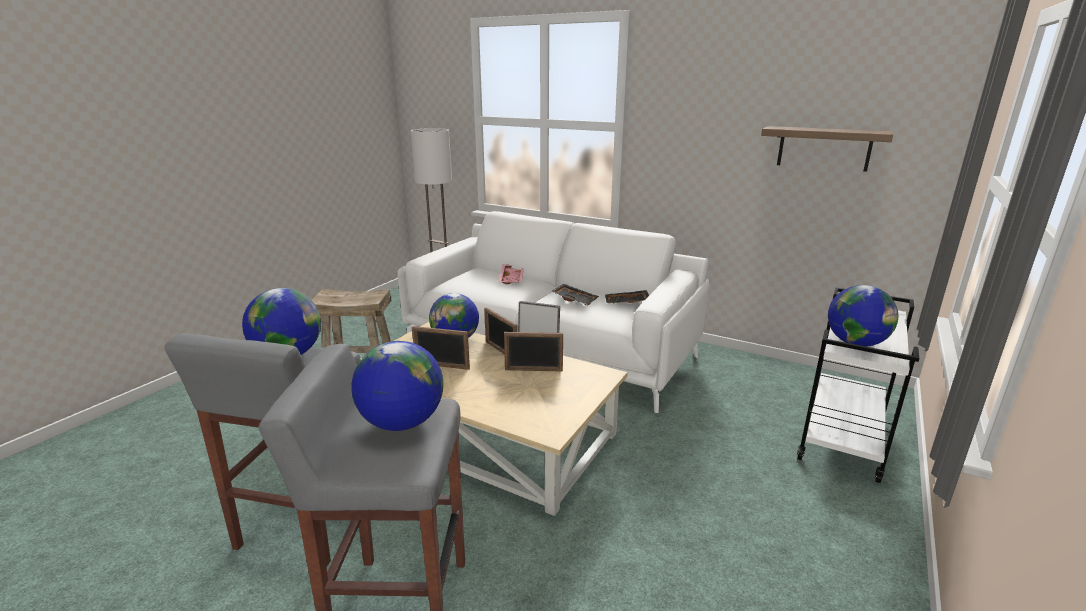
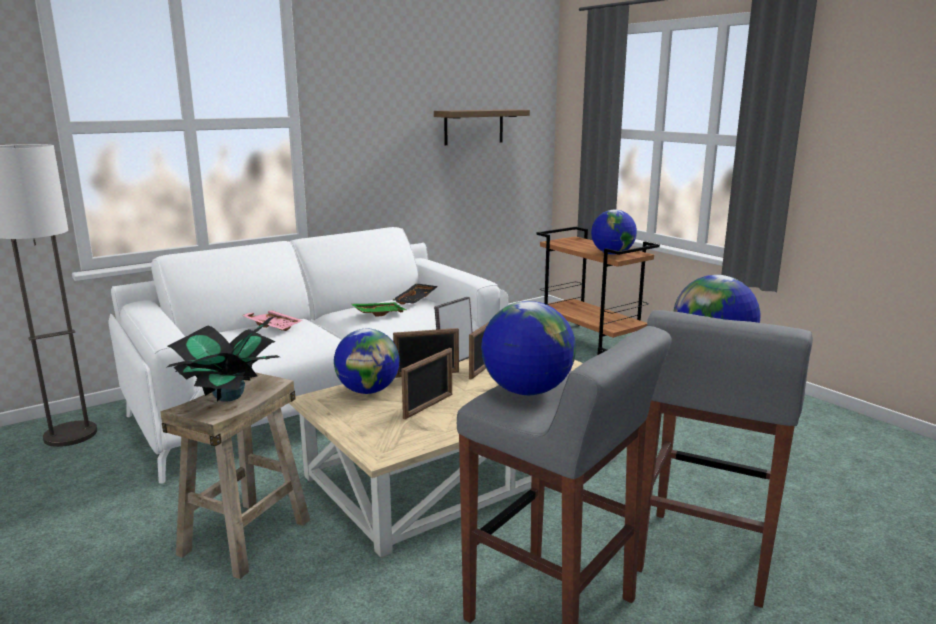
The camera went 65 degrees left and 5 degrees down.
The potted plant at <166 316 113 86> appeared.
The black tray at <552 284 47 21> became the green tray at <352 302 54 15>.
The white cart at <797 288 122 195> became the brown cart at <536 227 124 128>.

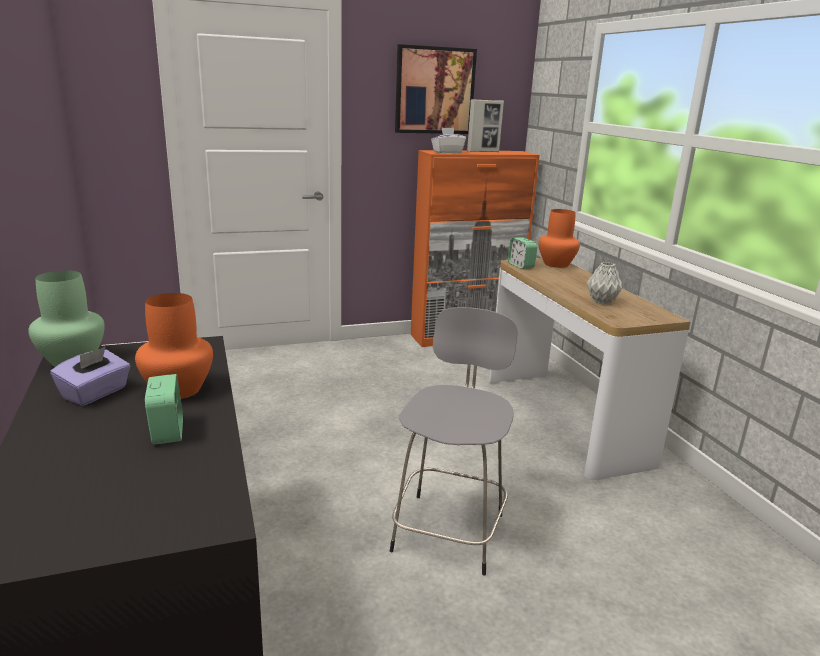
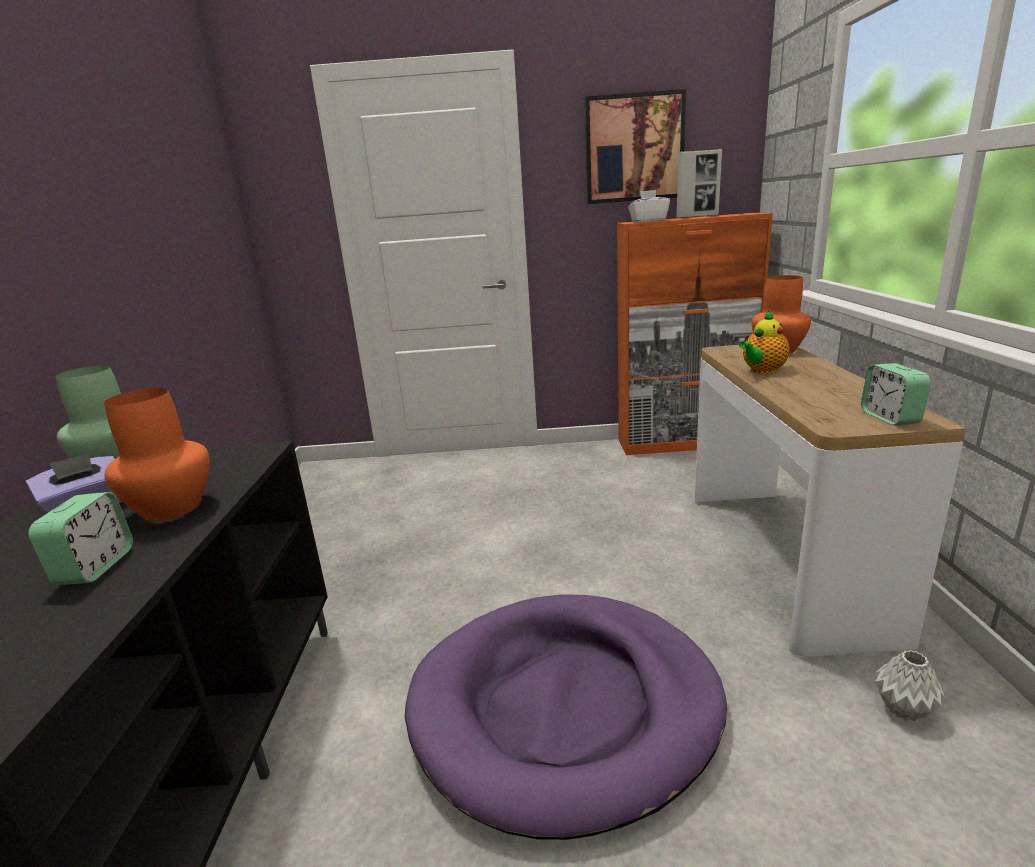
The camera went 20 degrees right and 0 degrees up.
The grey stool at <390 307 128 269> was replaced by the purple dog bed at <405 594 322 246>.
The teapot at <739 310 51 64> appeared.
The alarm clock moved from <508 238 29 31> to <861 363 70 63>.
The grey vase moved from <587 262 36 42> to <875 650 70 71>.

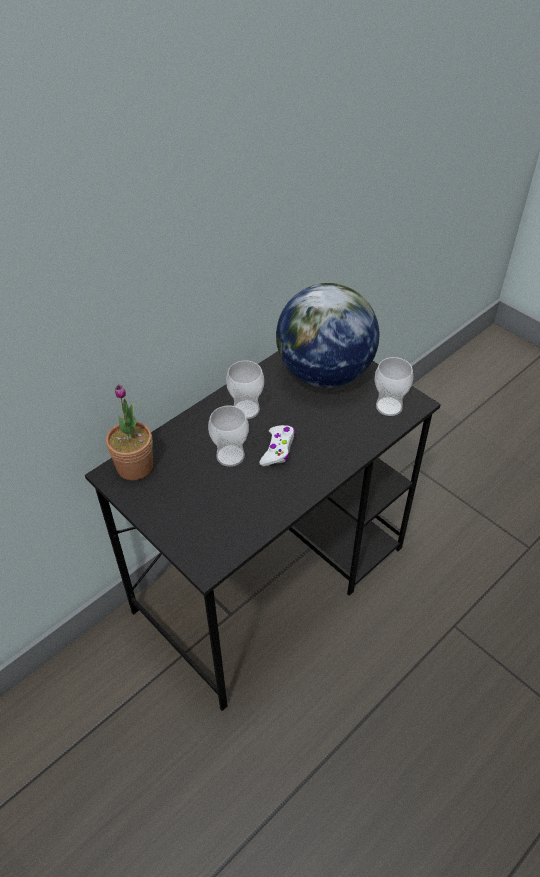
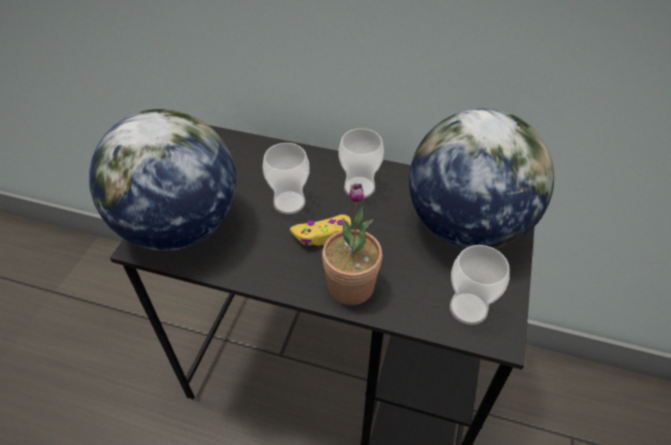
The camera went 60 degrees right and 0 degrees up.
The globe at <89 109 148 142> appeared.
The white game controller at <260 425 35 41> became the yellow game controller at <290 214 61 32>.
The potted plant moved from <106 384 47 96> to <322 183 60 122>.

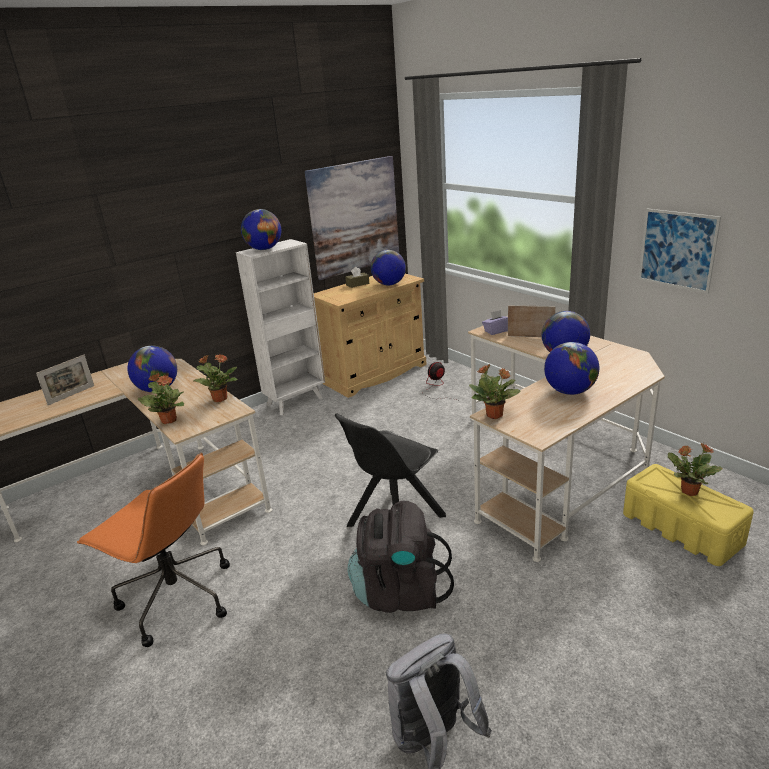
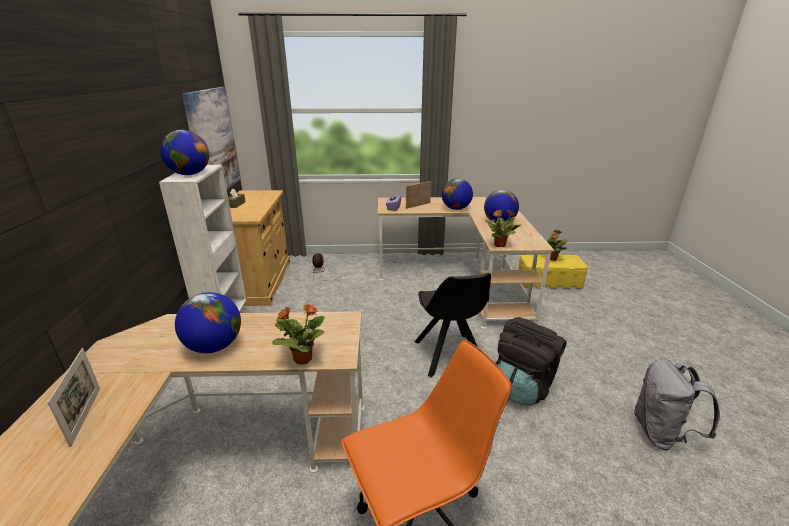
The camera went 55 degrees left and 0 degrees up.
The potted plant at <193 354 44 48> disappeared.
The globe at <371 250 35 35> disappeared.
The picture at <638 208 83 86> disappeared.

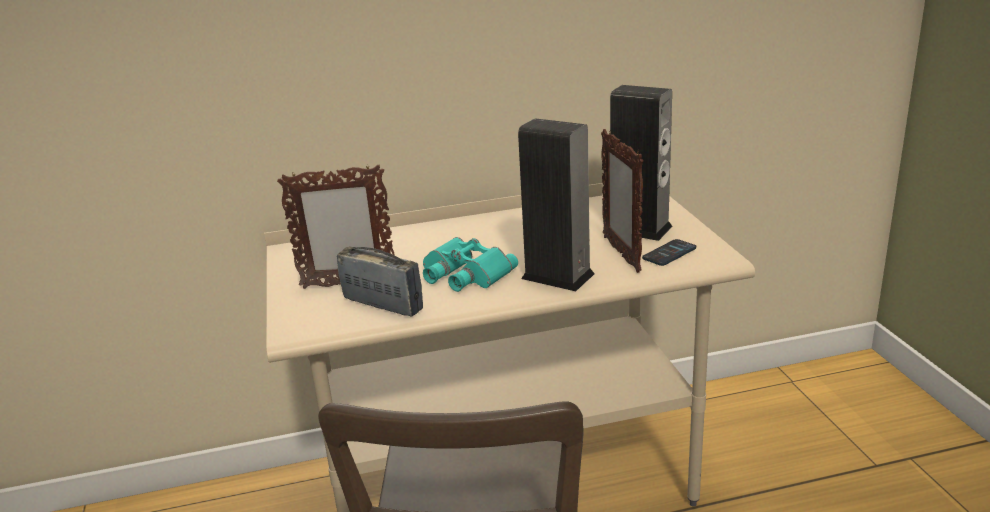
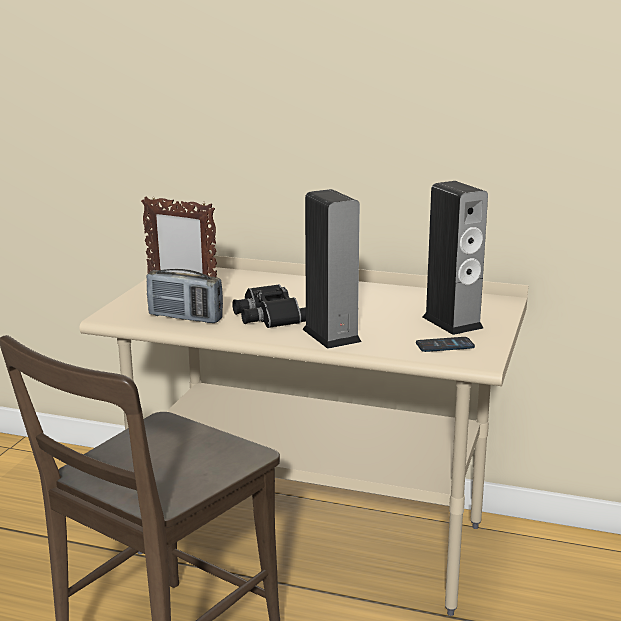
The camera went 30 degrees right and 5 degrees down.
The radio at <337 246 86 71> turned 135 degrees clockwise.
The turquoise binoculars at <423 237 95 55> became the black binoculars at <232 284 74 44>.
The picture frame at <601 129 42 144> disappeared.

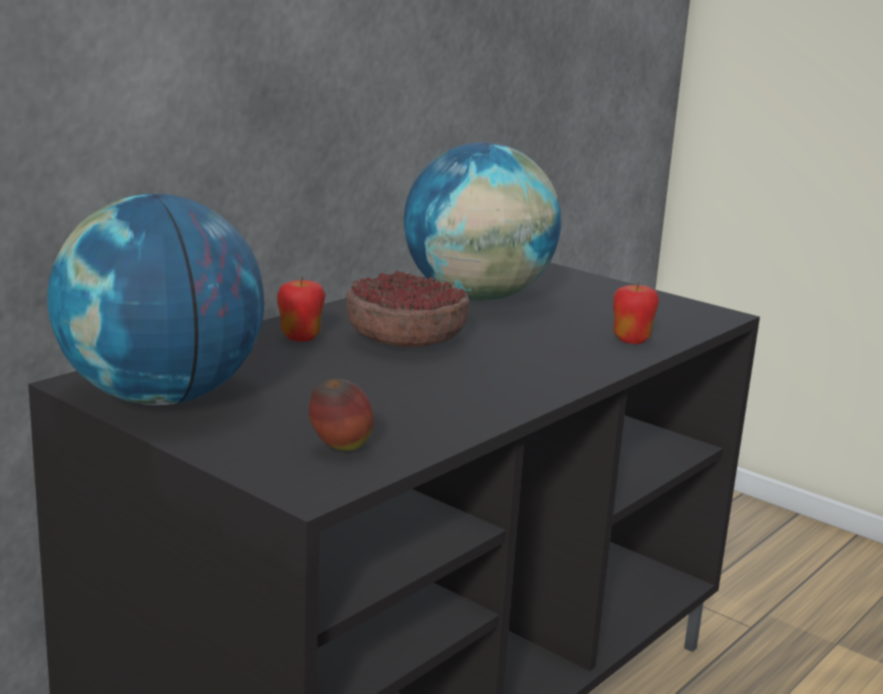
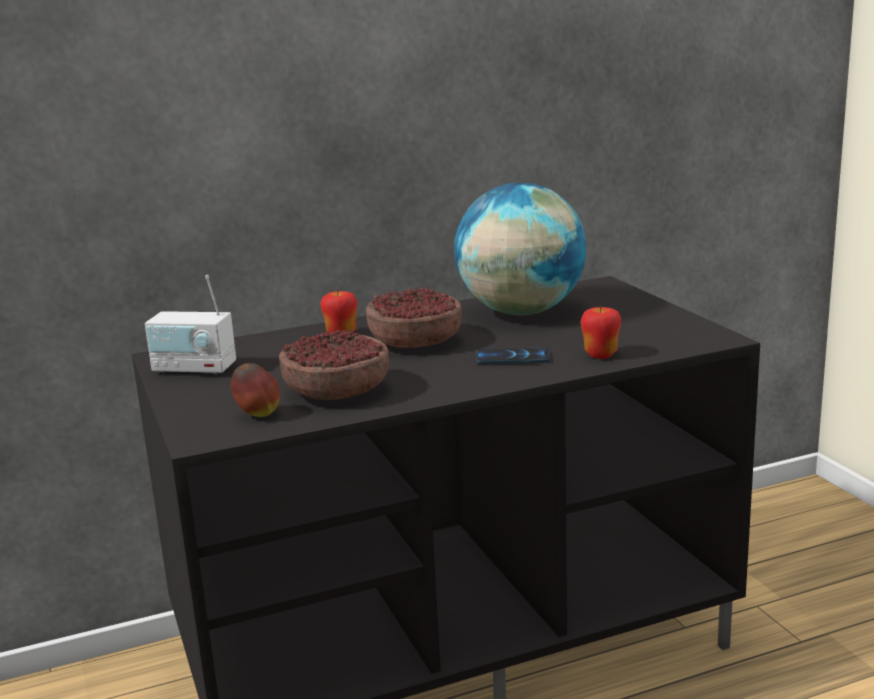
The camera went 30 degrees right and 0 degrees up.
The globe at <47 194 217 211> was replaced by the radio at <145 275 91 101>.
The bowl at <279 330 110 70> appeared.
The phone at <476 347 74 17> appeared.

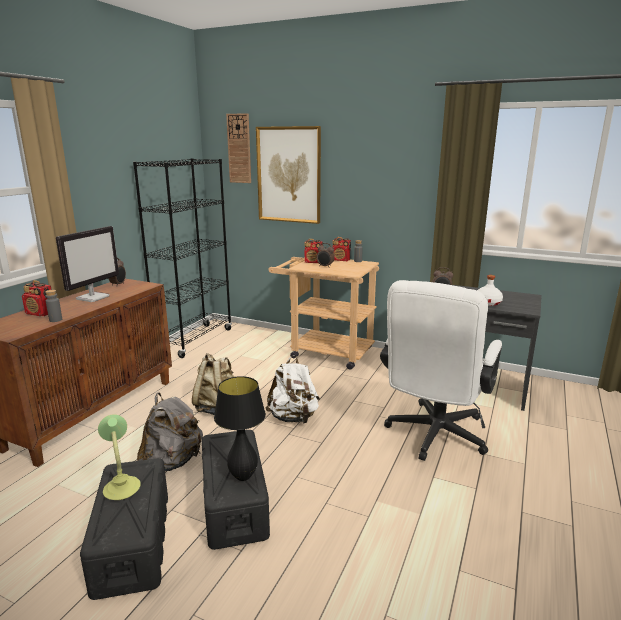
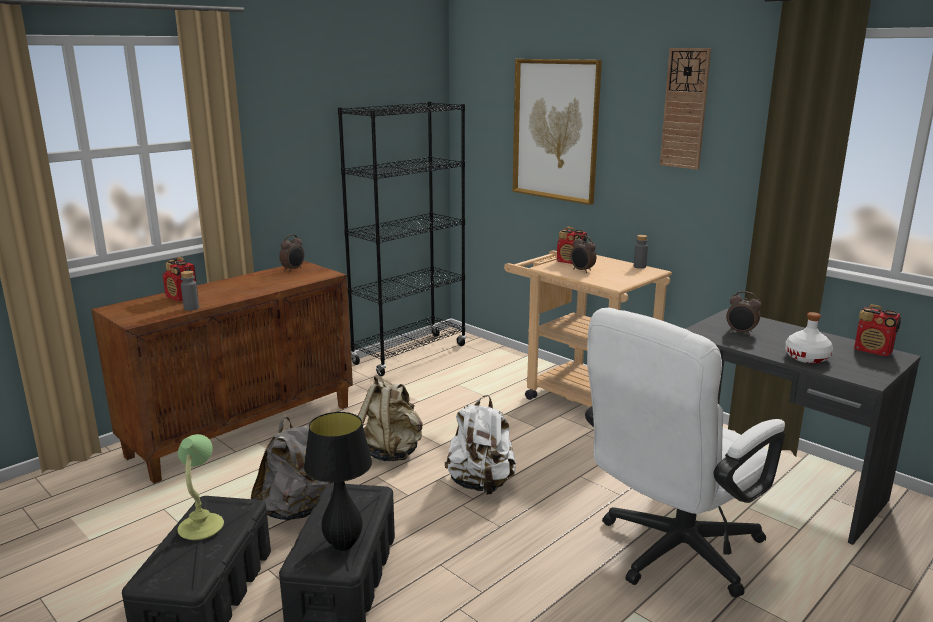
The camera went 20 degrees right and 0 degrees up.
The wall clock moved from <226 113 25 70> to <660 48 51 122>.
The radio moved from <333 237 18 24> to <854 304 47 52>.
The monitor at <56 226 63 76> disappeared.

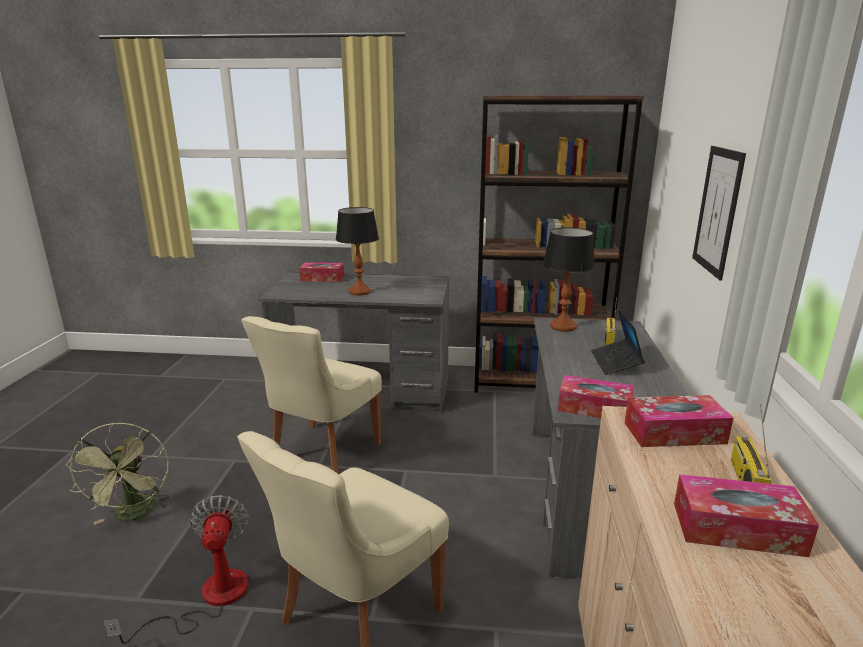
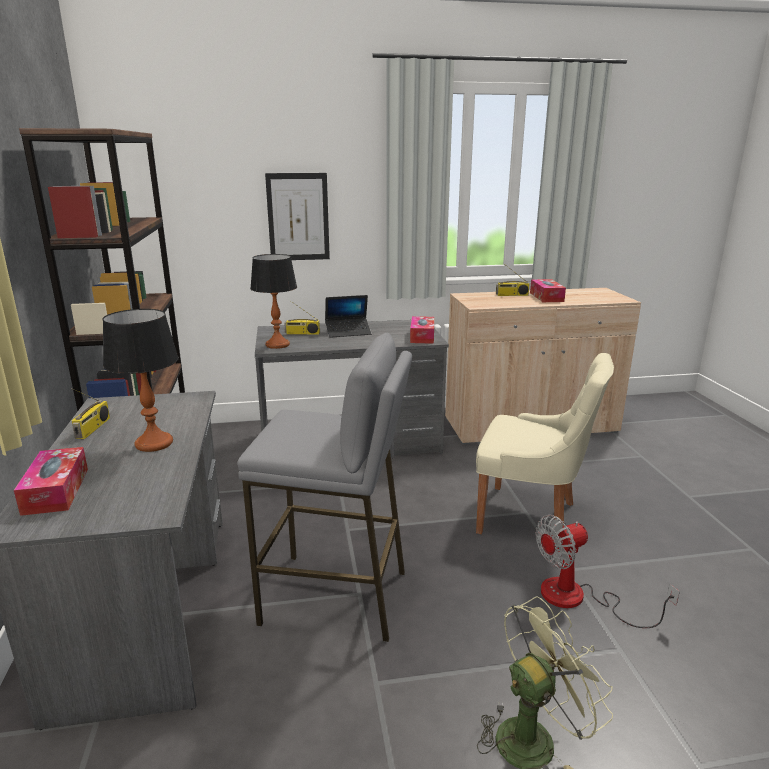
The camera went 105 degrees left and 0 degrees up.
The radio at <71 388 39 51> appeared.
The beige chair at <241 316 141 158> was replaced by the grey stool at <237 333 175 309>.
The tissue box at <624 395 109 52> disappeared.

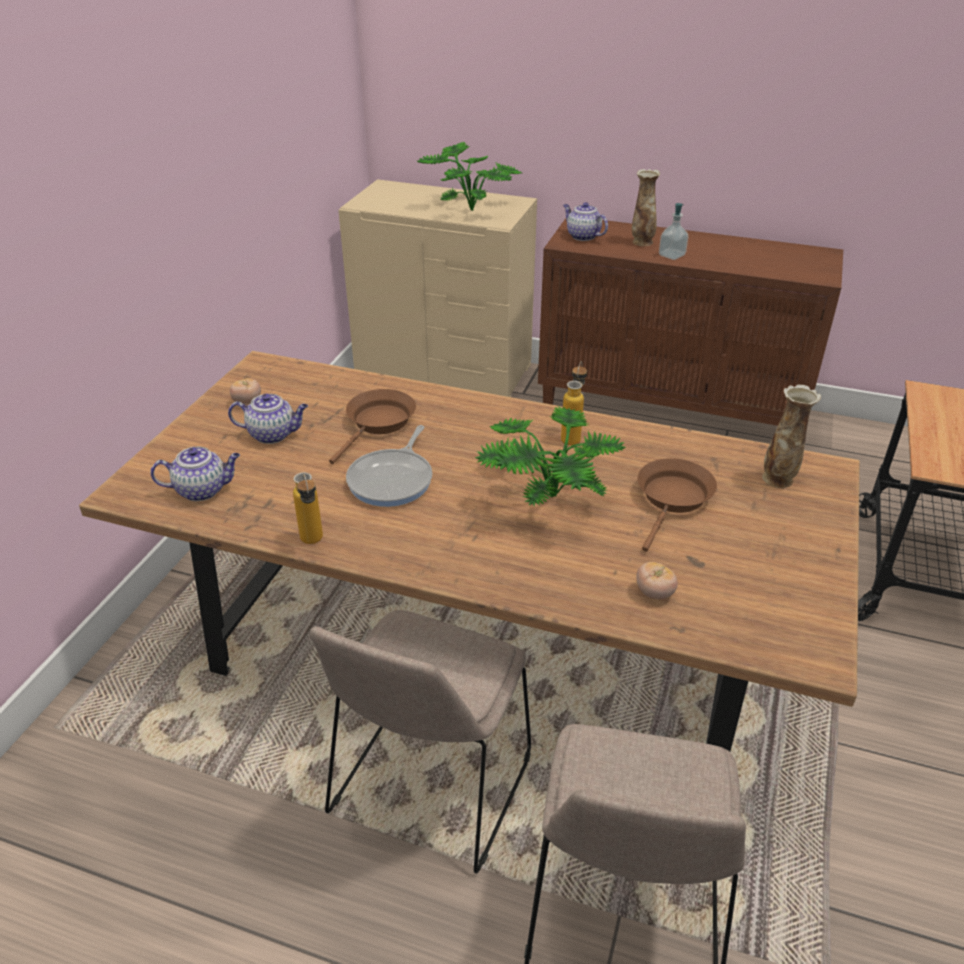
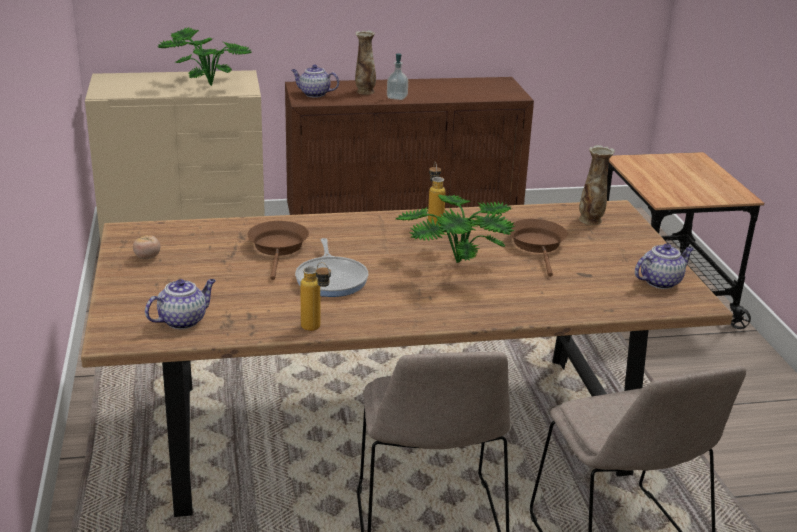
The camera went 30 degrees left and 10 degrees down.
The teapot moved from <228 394 80 50> to <635 244 59 45>.
The tomato at <636 562 42 37> disappeared.

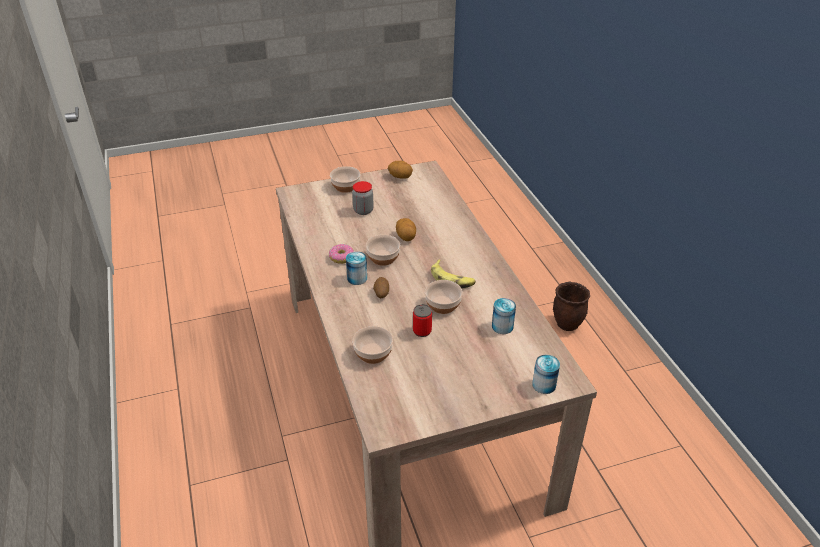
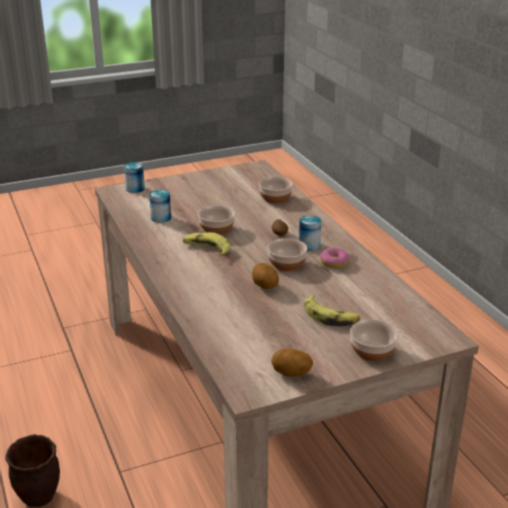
The camera went 175 degrees right and 10 degrees down.
The jar at <352 181 22 34> was replaced by the banana at <304 294 56 32>.
The can at <413 304 19 33> disappeared.

